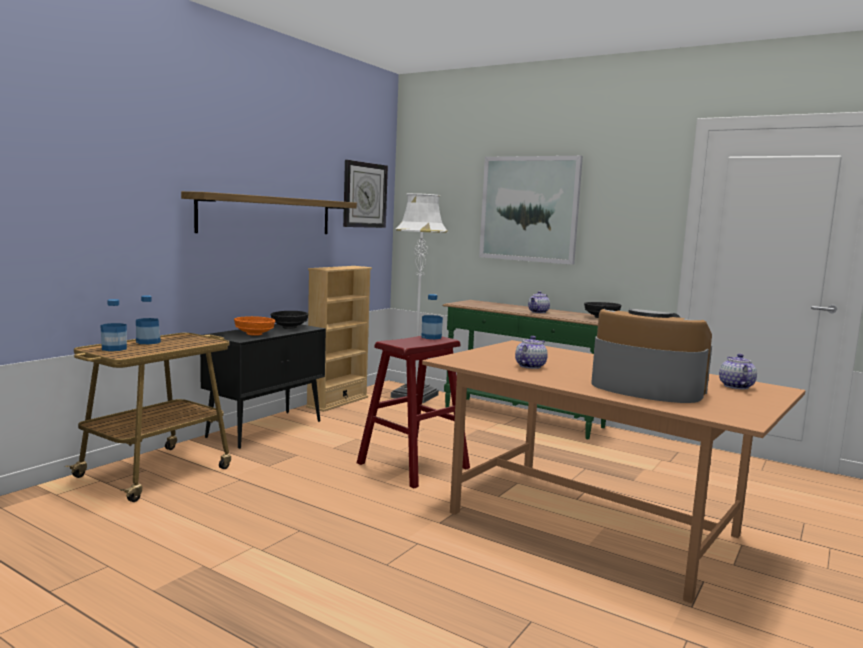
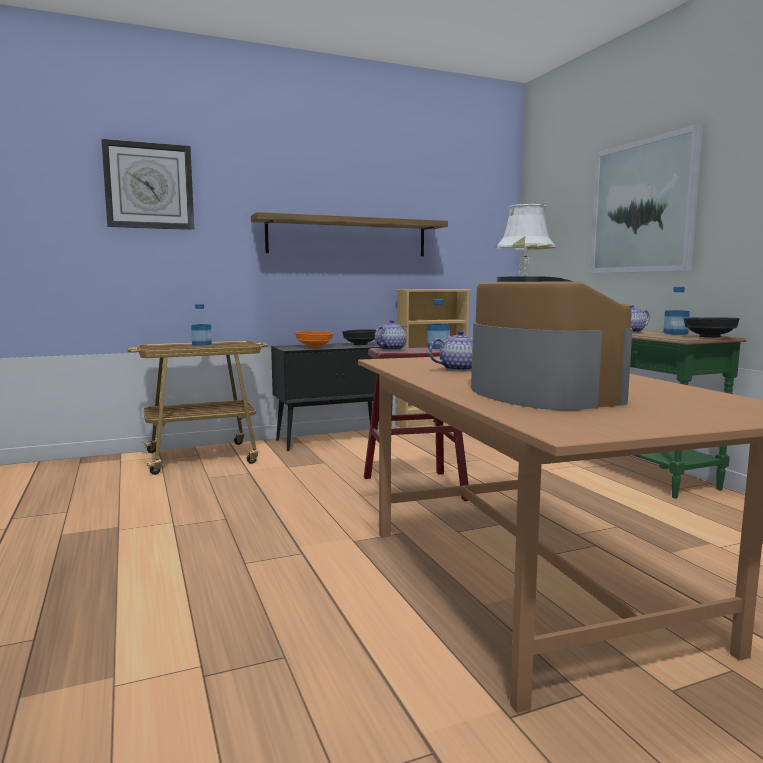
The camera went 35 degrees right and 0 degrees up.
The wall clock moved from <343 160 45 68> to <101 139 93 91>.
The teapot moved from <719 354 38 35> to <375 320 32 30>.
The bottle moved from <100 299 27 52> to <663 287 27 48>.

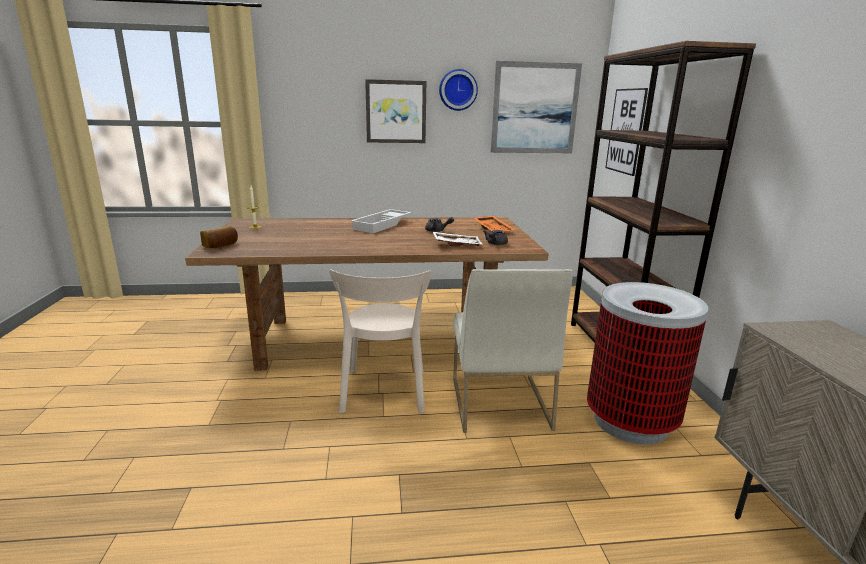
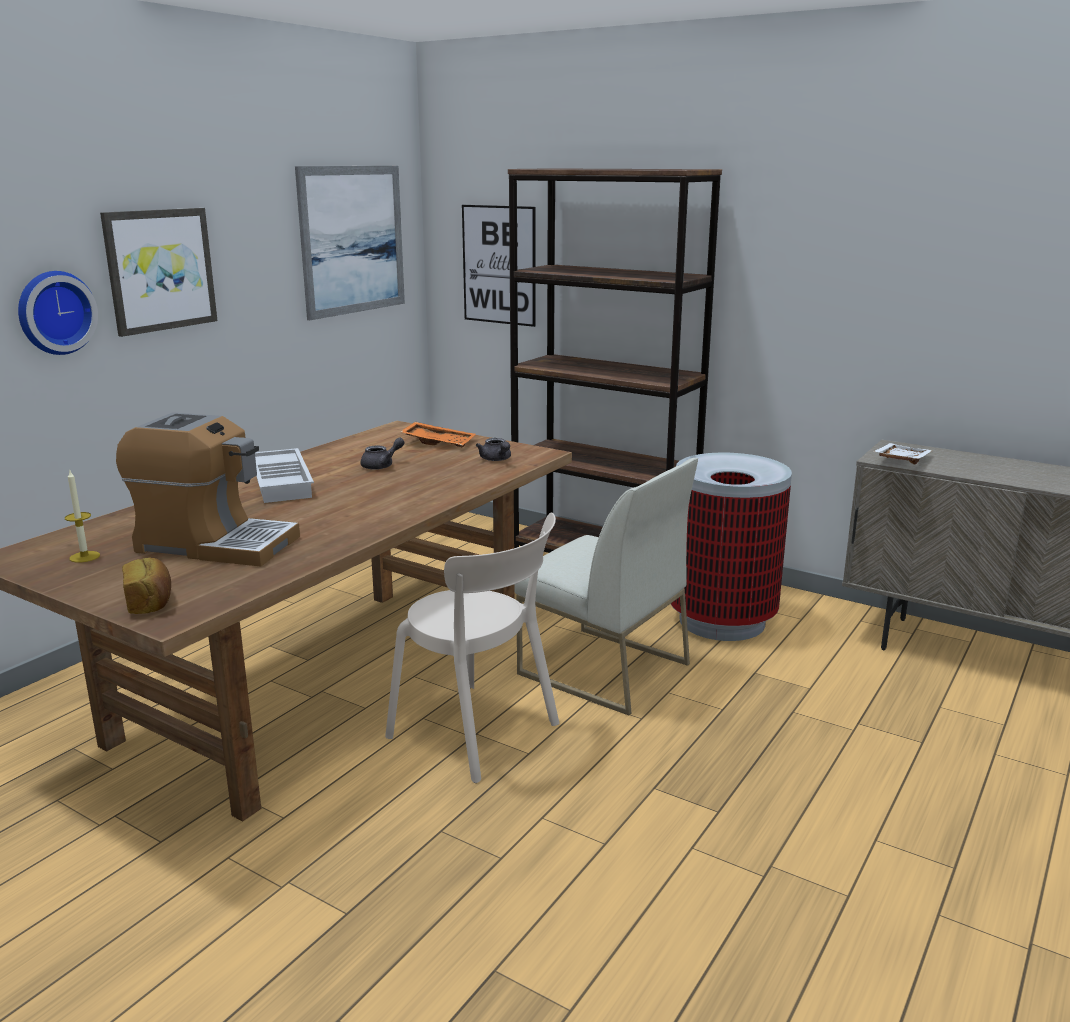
The camera went 50 degrees left and 0 degrees up.
The wall clock moved from <439 69 39 42> to <18 271 80 84>.
The coffee machine at <116 412 184 155> appeared.
The white tray moved from <433 232 50 15> to <874 443 58 22>.

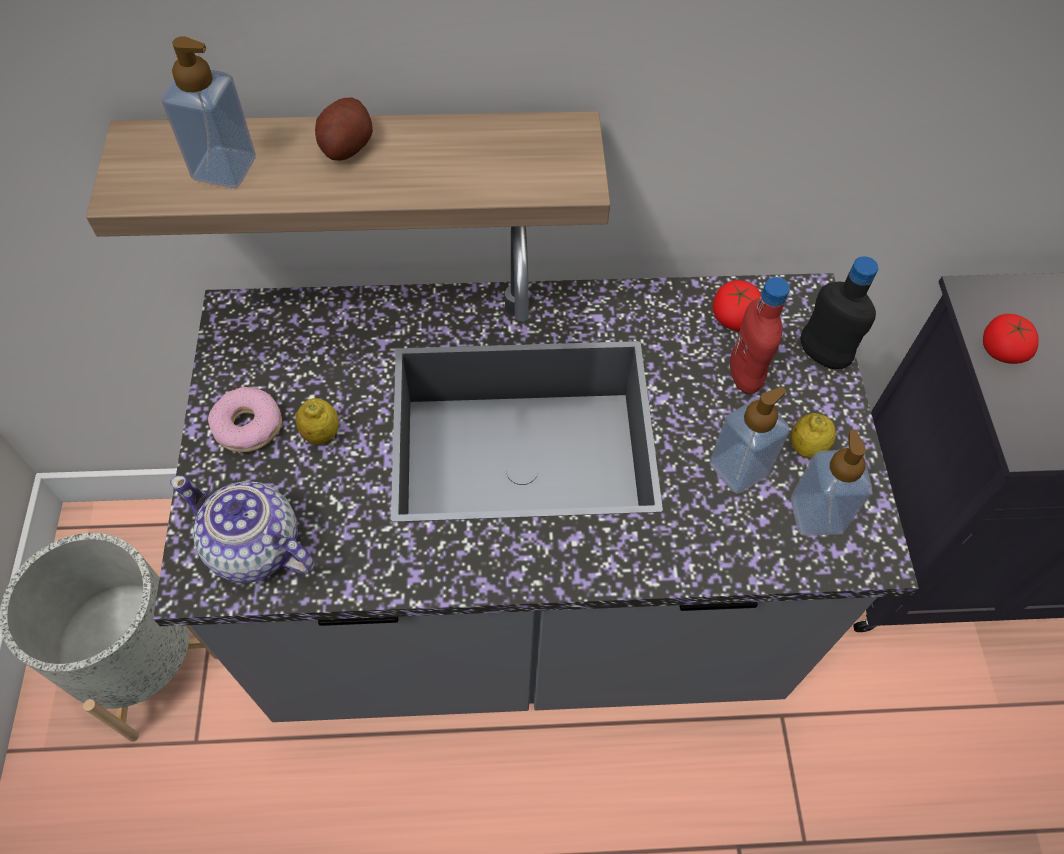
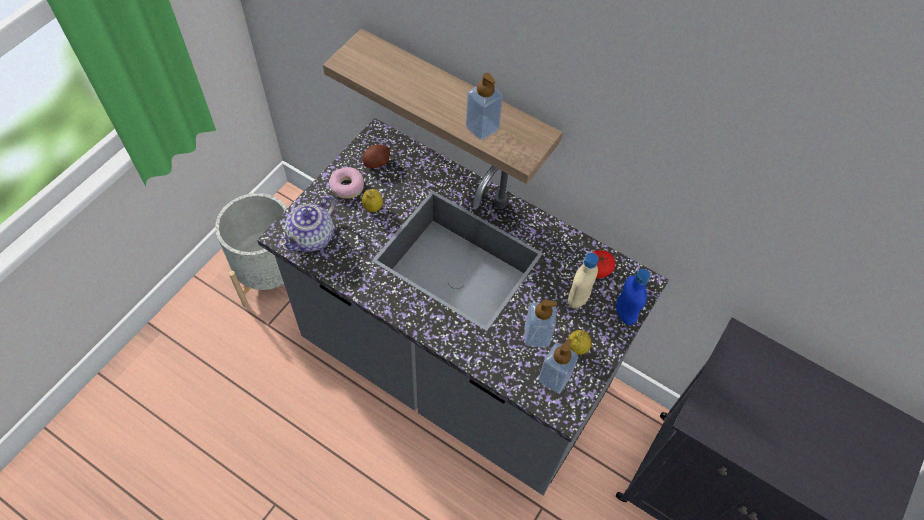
The camera went 35 degrees right and 0 degrees up.
The teapot at <170 475 145 108> turned 120 degrees counterclockwise.
The potato moved from <315 98 58 63> to <362 145 28 23>.
The soap dispenser moved from <162 36 94 152> to <466 73 37 67>.
The red bottle at <730 277 60 117> became the beige bottle at <568 253 30 55>.
The black bottle at <800 256 79 113> became the blue bottle at <616 269 34 56>.
The tomato at <983 314 56 50> disappeared.

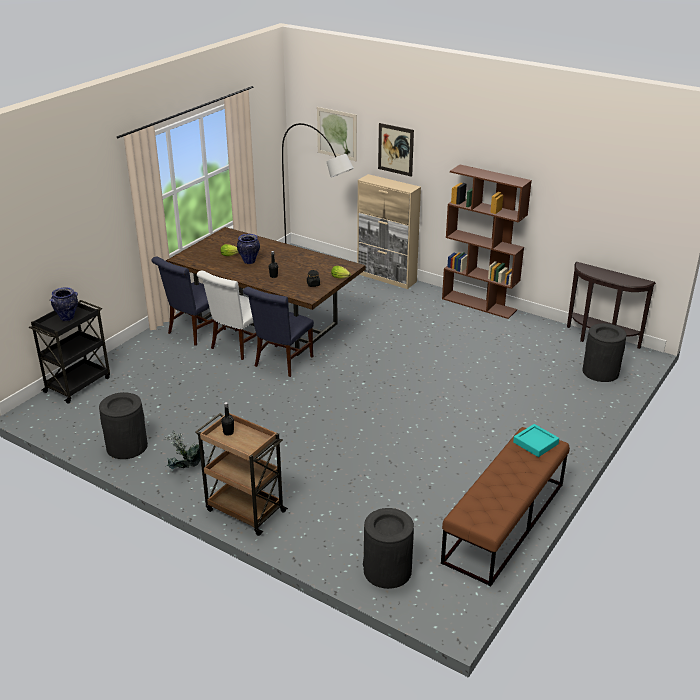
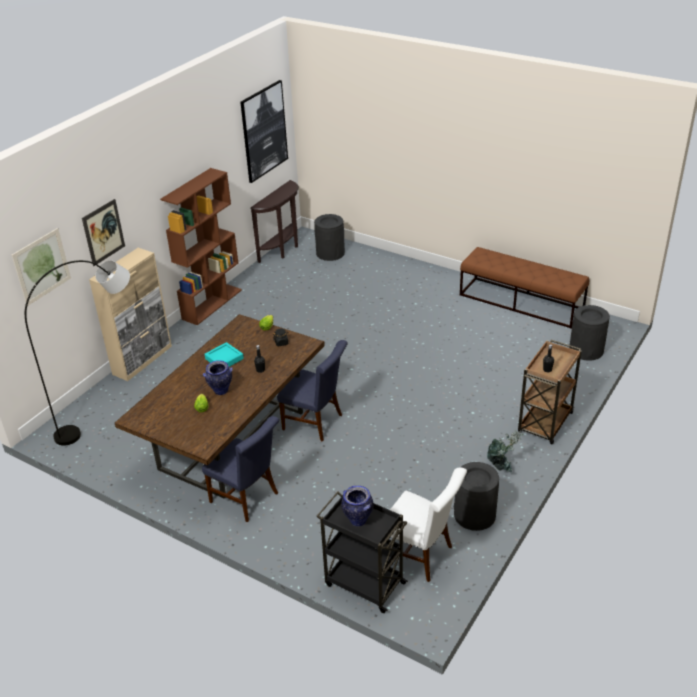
The camera went 90 degrees left and 5 degrees up.
The turquoise tray moved from <513 424 46 33> to <204 342 40 25>.
The picture at <240 80 48 103> appeared.
The white chair moved from <197 271 60 89> to <390 468 77 114>.

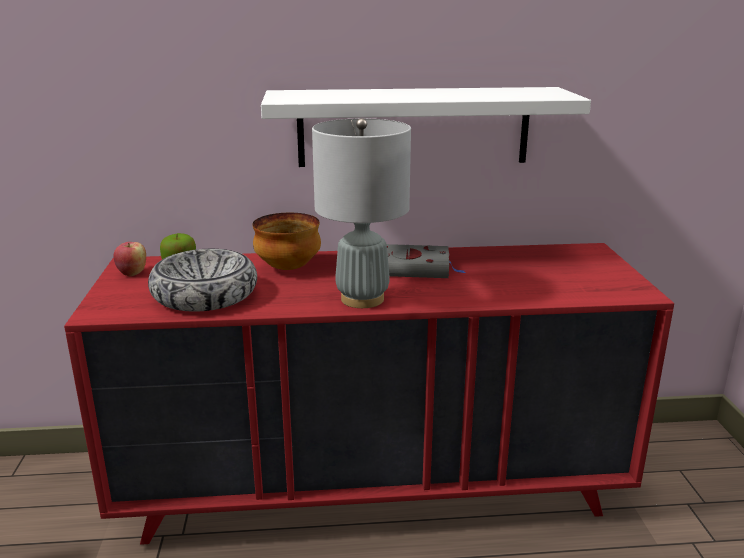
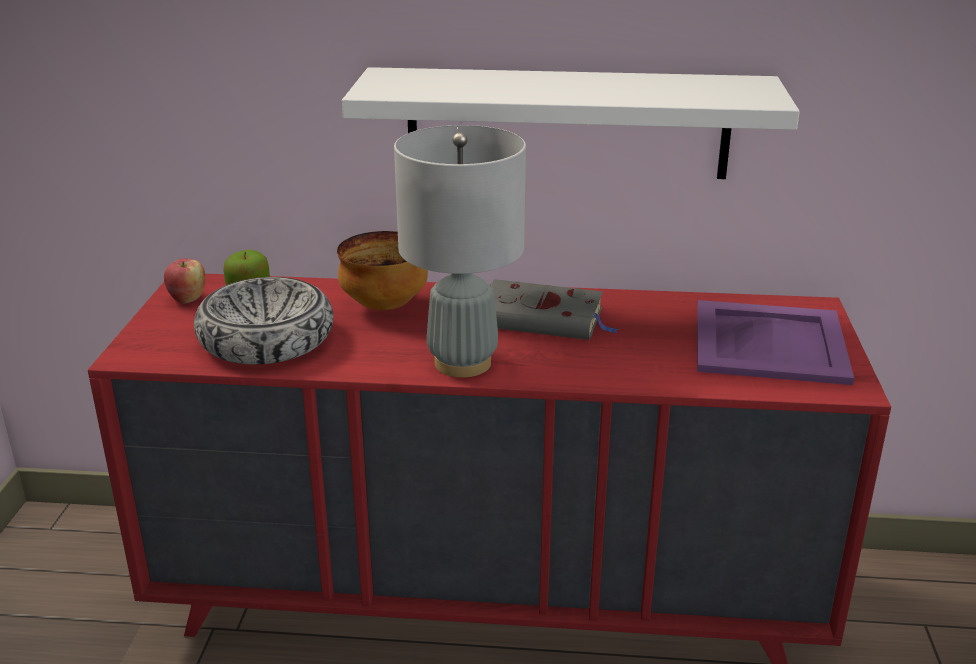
The camera went 10 degrees right and 5 degrees up.
The purple tray at <697 300 157 85> appeared.

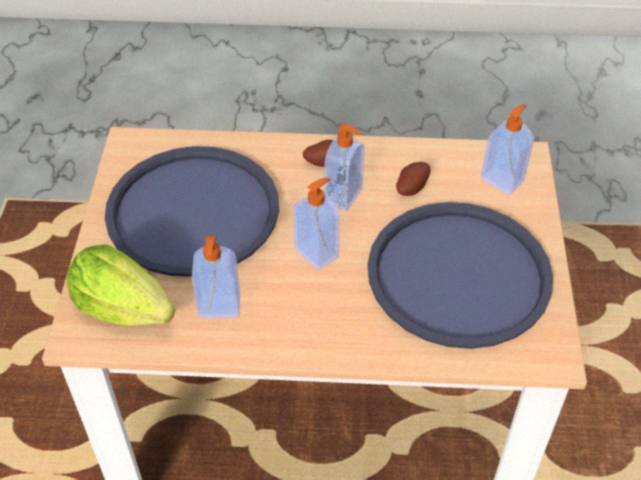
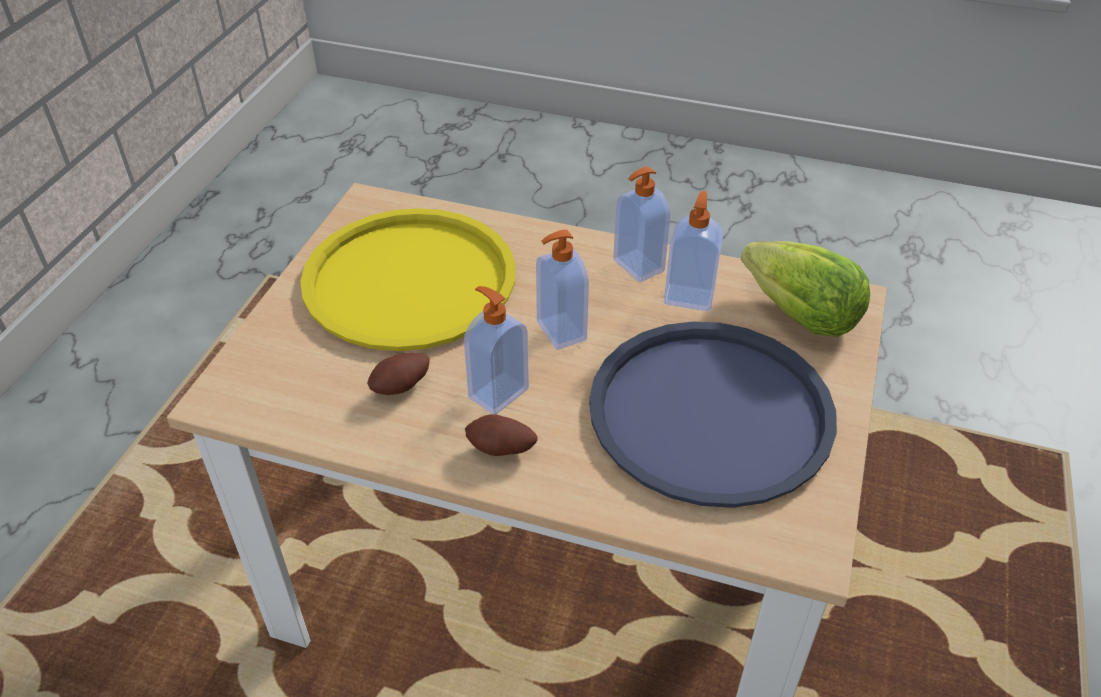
The camera went 165 degrees left and 5 degrees down.
The blue tray at <368 202 185 147> became the yellow tray at <300 208 216 143>.
The soap dispenser moved from <481 104 53 91> to <613 167 58 115>.

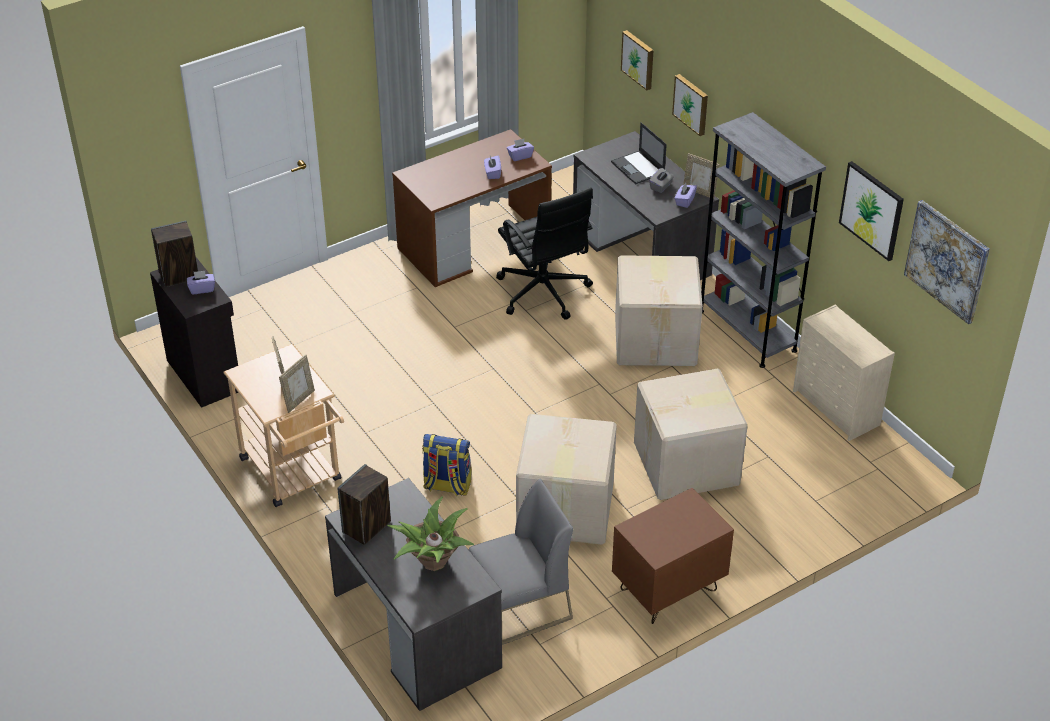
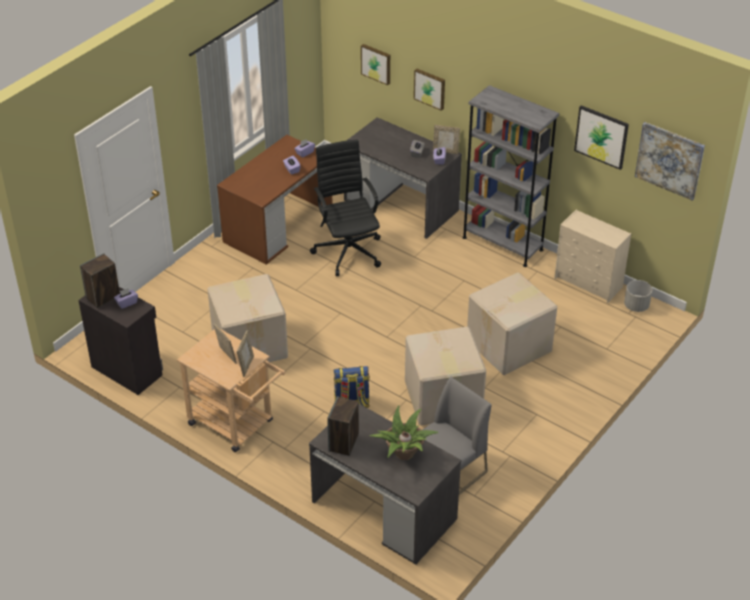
The camera went 20 degrees left and 0 degrees up.
The cardboard box moved from <615 255 88 111> to <207 274 81 88>.
The black office chair at <496 187 97 133> turned 150 degrees counterclockwise.
The grey planter at <624 280 28 32> appeared.
The laptop at <611 122 56 63> disappeared.
The brown nightstand at <612 488 122 136> disappeared.

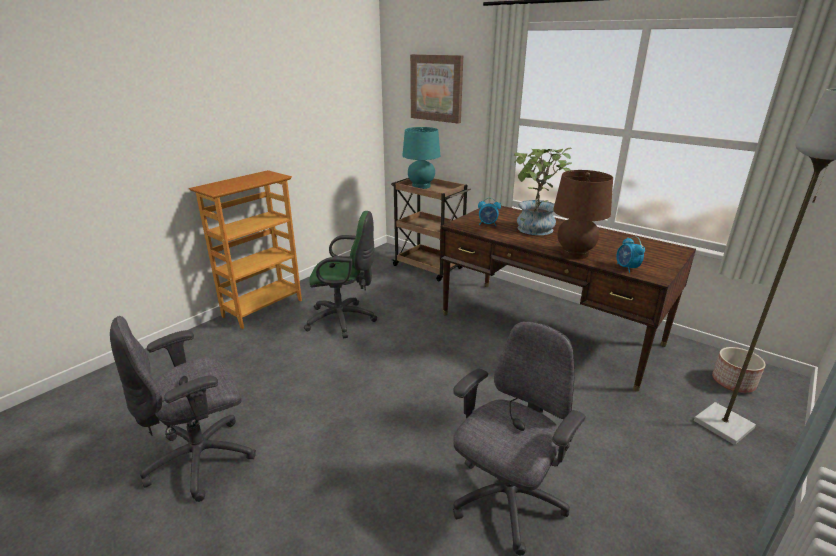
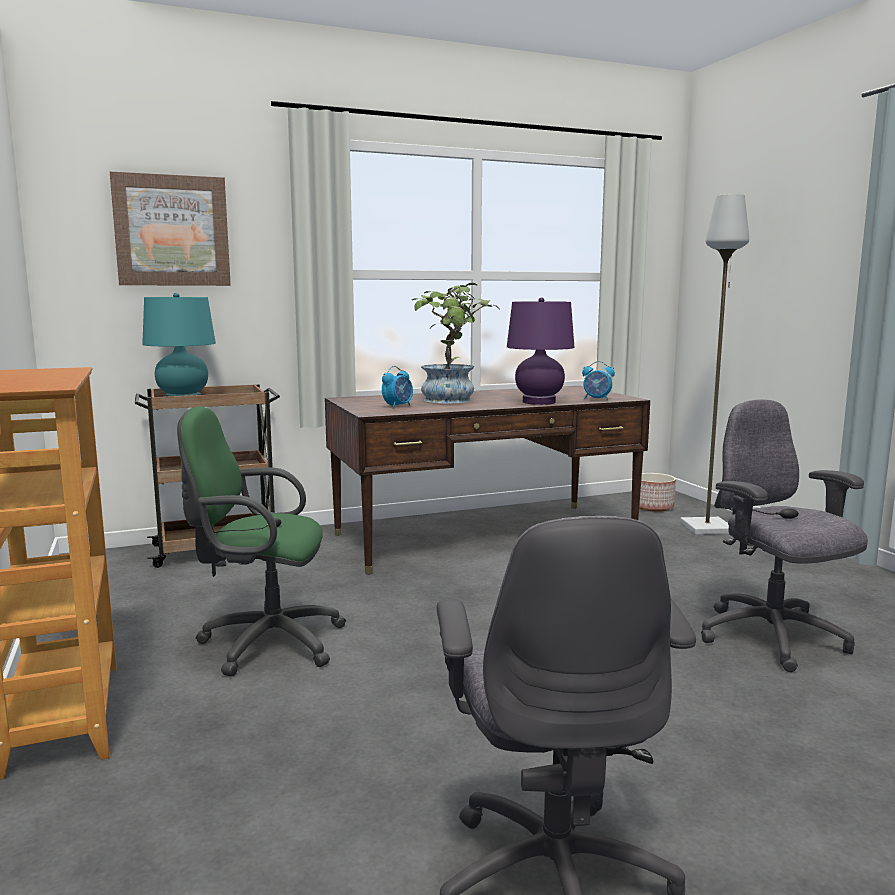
The camera went 60 degrees left and 15 degrees down.
The green office chair at <304 211 73 127> turned 120 degrees counterclockwise.
The brown table lamp at <553 170 60 89> became the purple table lamp at <507 297 67 108>.

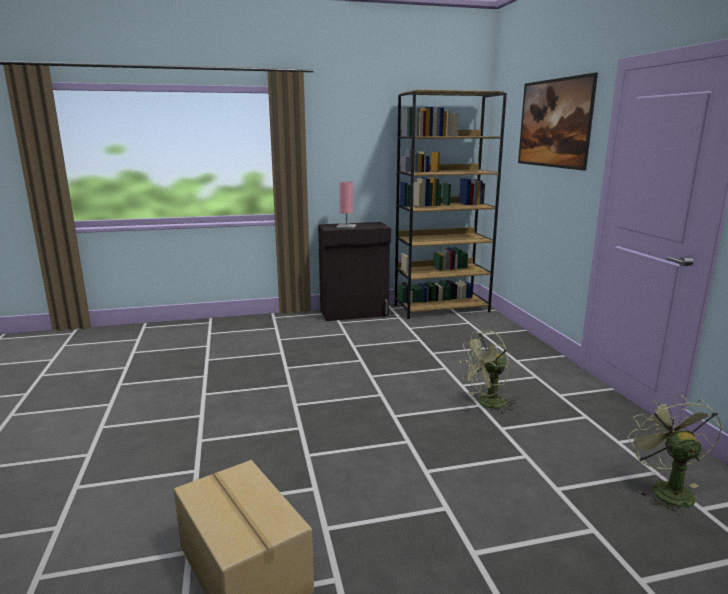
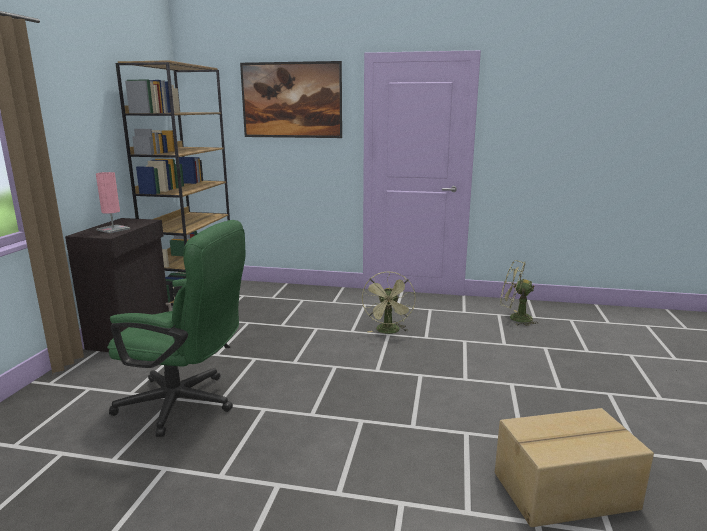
The camera went 65 degrees left and 0 degrees up.
The green office chair at <107 220 138 217> appeared.

